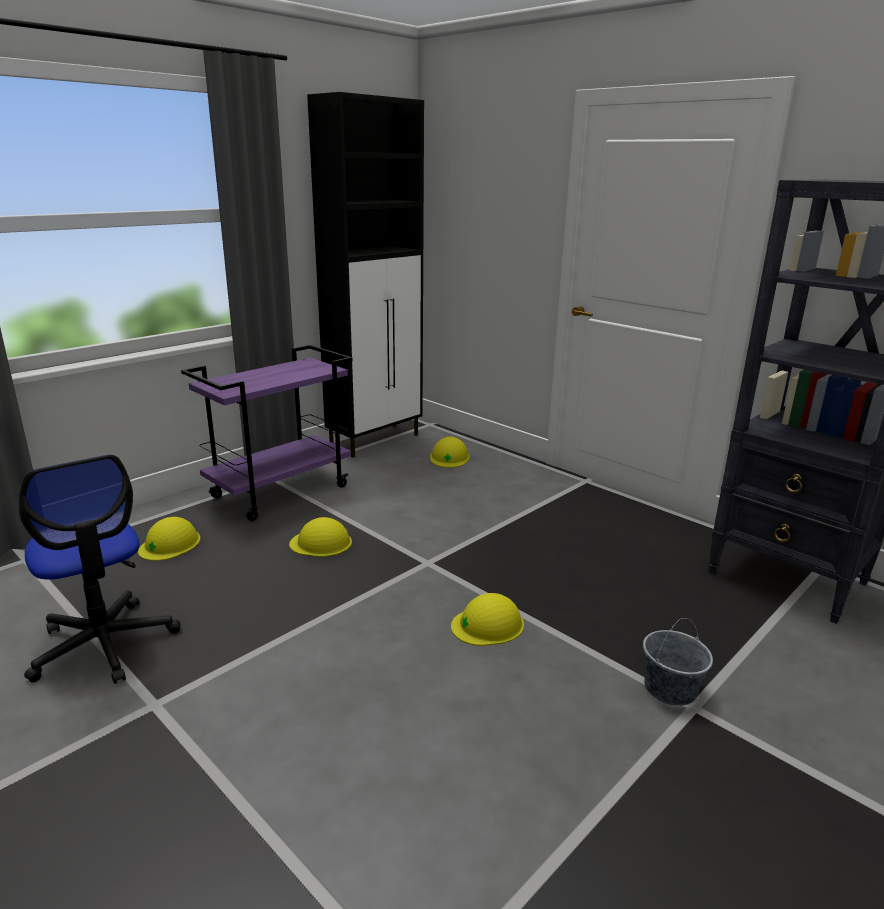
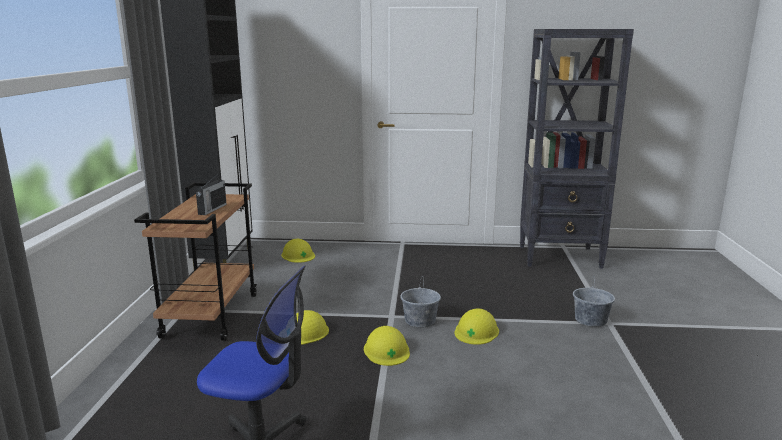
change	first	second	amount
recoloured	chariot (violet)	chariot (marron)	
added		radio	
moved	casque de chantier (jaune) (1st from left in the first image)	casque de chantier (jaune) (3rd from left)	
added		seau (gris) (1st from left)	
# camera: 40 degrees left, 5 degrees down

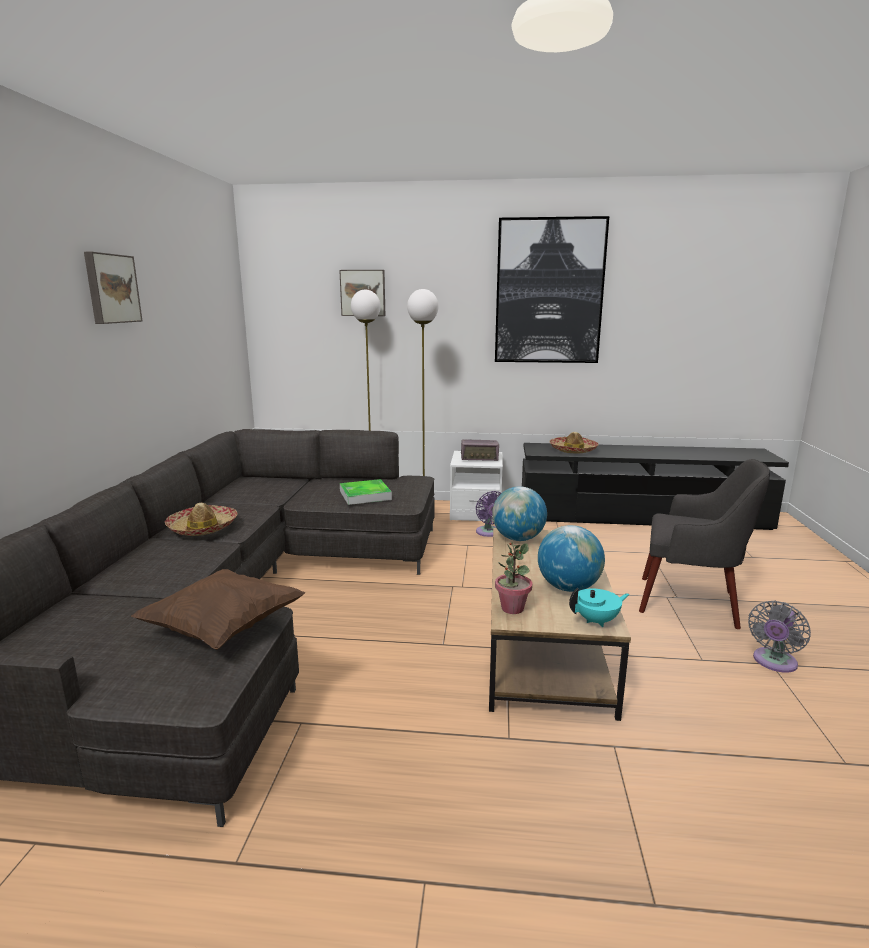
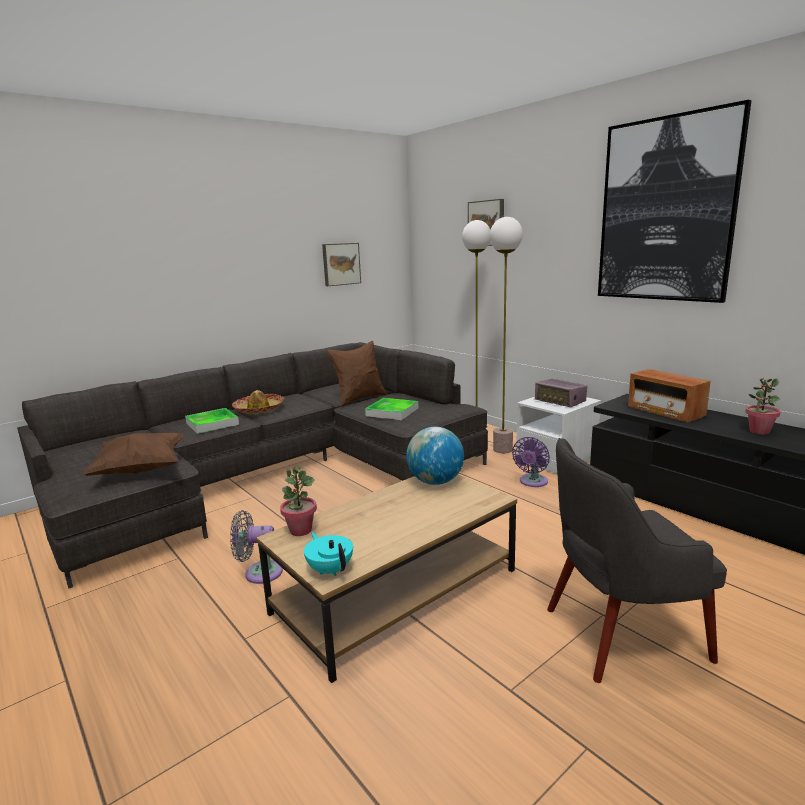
change	first	second	amount
added		plateau (1st from left)	
moved	ventilateur (gris)		
turned	théière (turquoise)		150 degrees counterclockwise
moved	tableau (1st from left)		
added		coussin (marron) (2nd from left)	
turned	fauteuil (gris)		105 degrees clockwise
replaced	chapeau (2nd from left)	radio (2nd from left)	
added		plante en pot (2nd from left)	
removed	globe (2nd from left)		
# camera: 45 degrees right, 0 degrees up

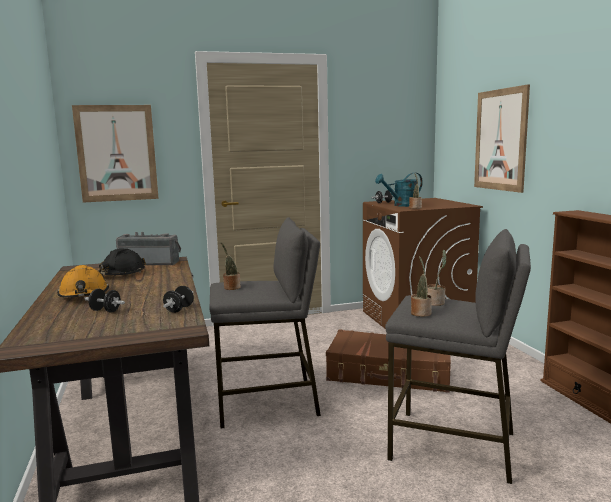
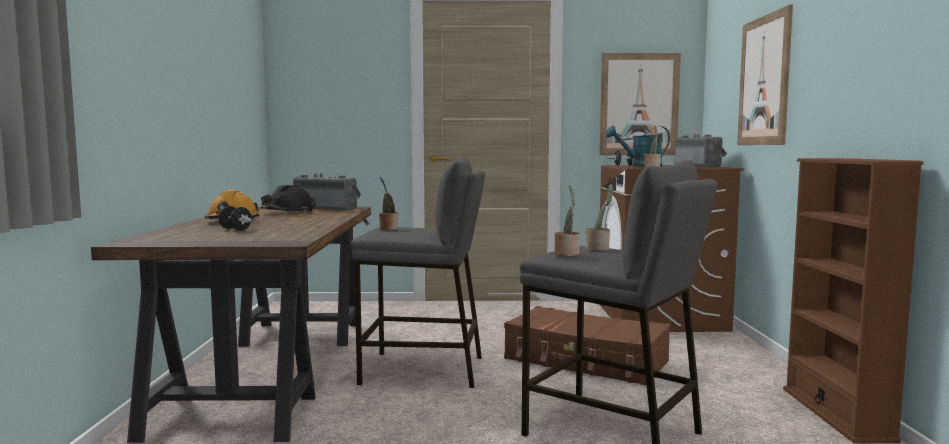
change	first	second	amount
moved	tableau (1st from left)		
added		radio (2nd from left)	
removed	haltère (noir) (2nd from left)		
# camera: 15 degrees right, 5 degrees down

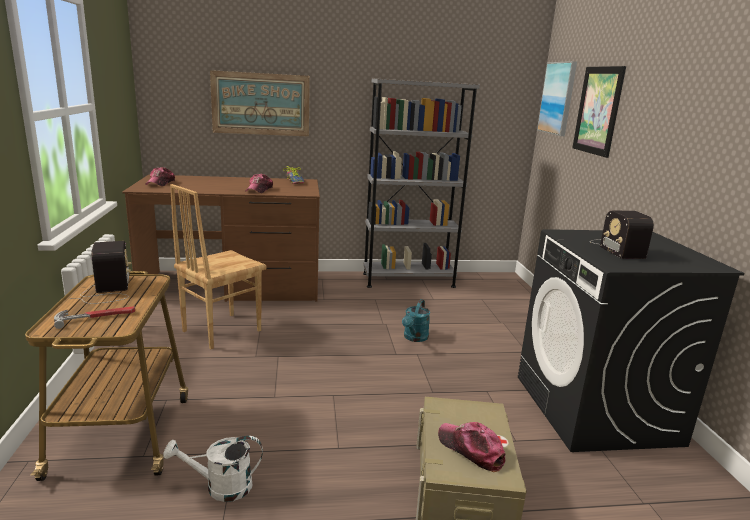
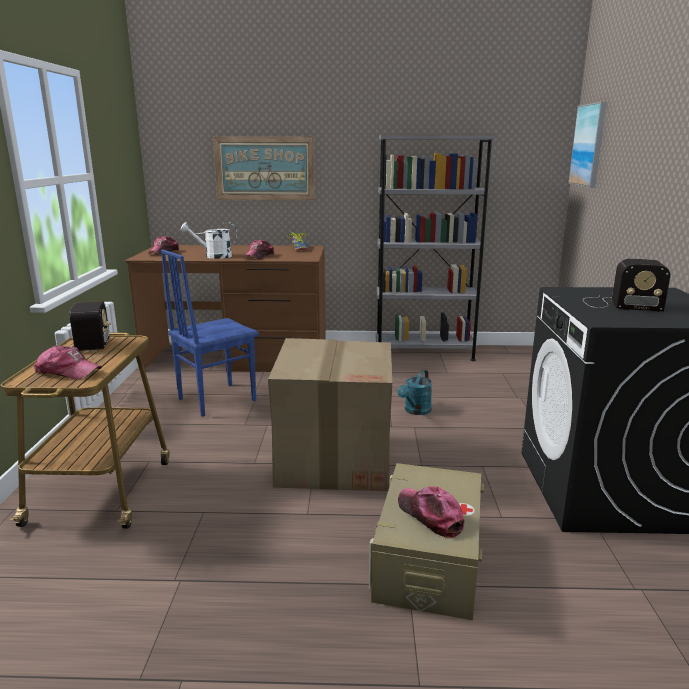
change	first	second	amount
replaced	marteau	casquette (1st from left)	
recoloured	chaise (marron)	chaise (bleu)	
moved	arrosoir (blanc)		
added		carton	
turned	radio (2nd from left)		75 degrees counterclockwise
removed	tableau (3rd from left)		
# camera: 10 degrees right, 0 degrees up

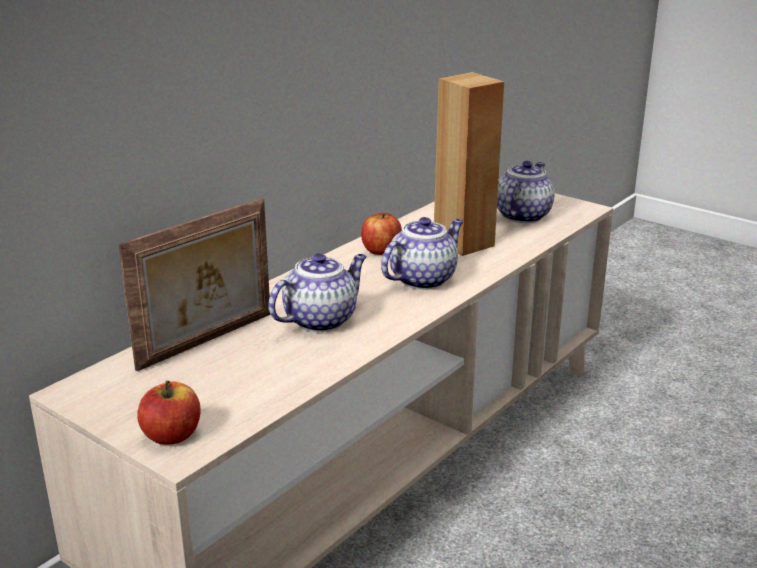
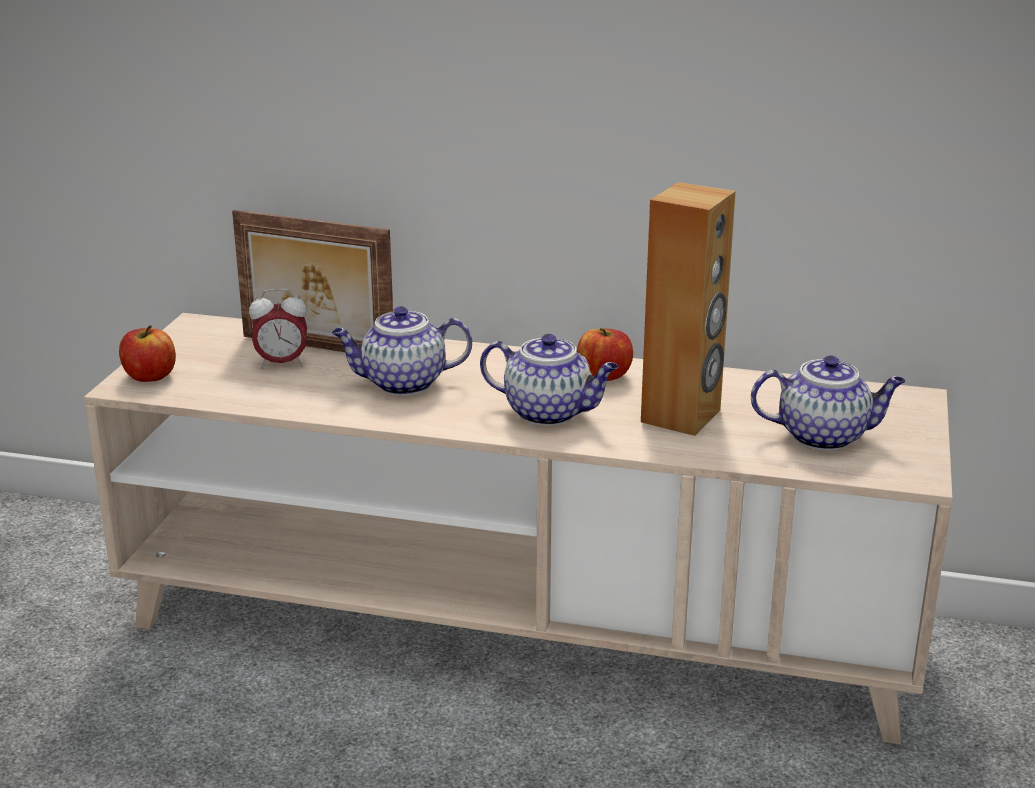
change	first	second	amount
added		réveil	
turned	théière (1st from left)		150 degrees clockwise
# camera: 65 degrees right, 0 degrees up

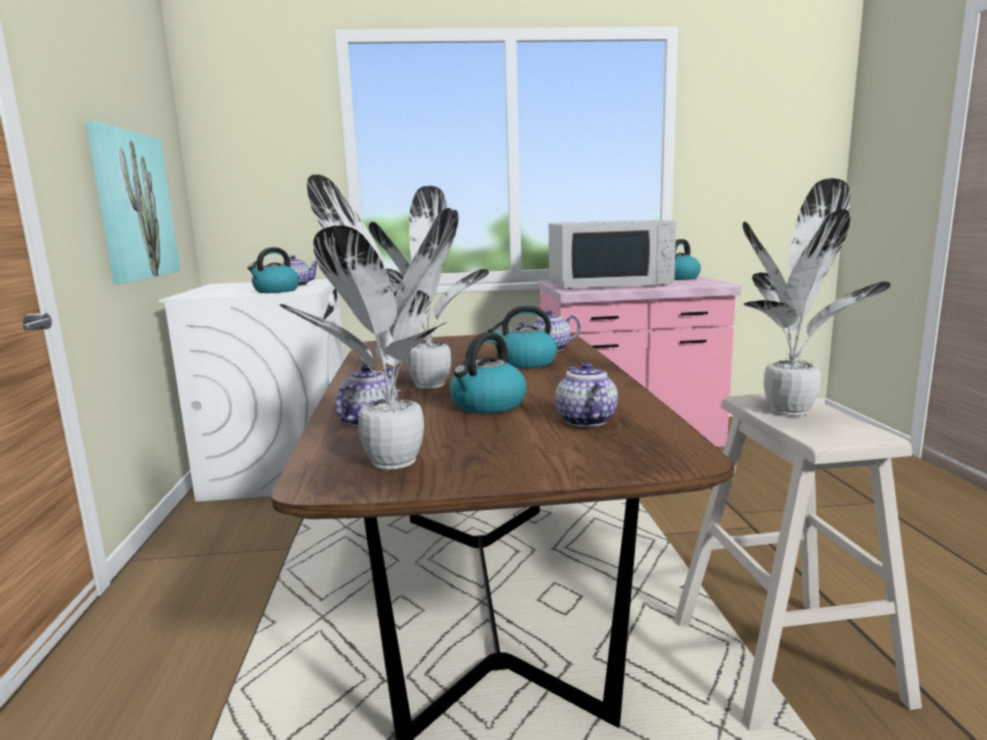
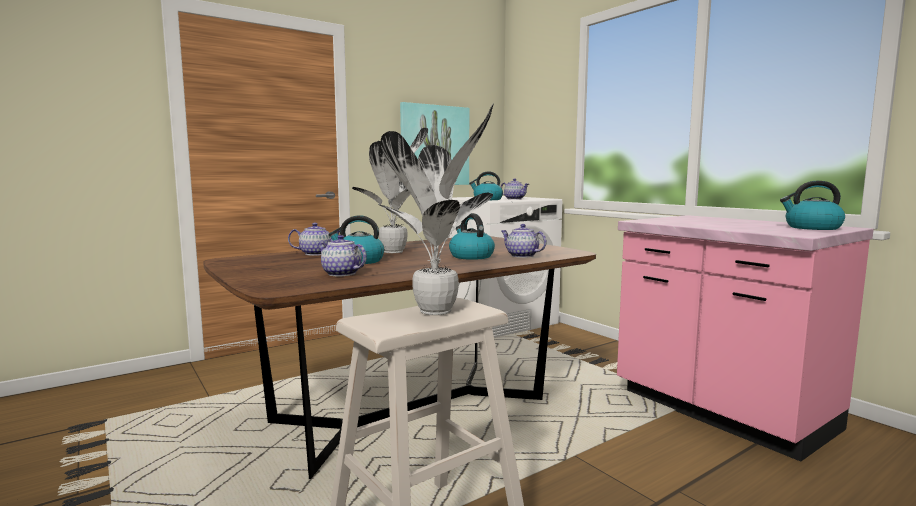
change	first	second	amount
turned	théière (4th from left in the first image)	théière (2nd from left)	105 degrees counterclockwise
removed	plante en pot (1st from left)		
removed	micro-ondes (blanc)		
# camera: 60 degrees right, 5 degrees down

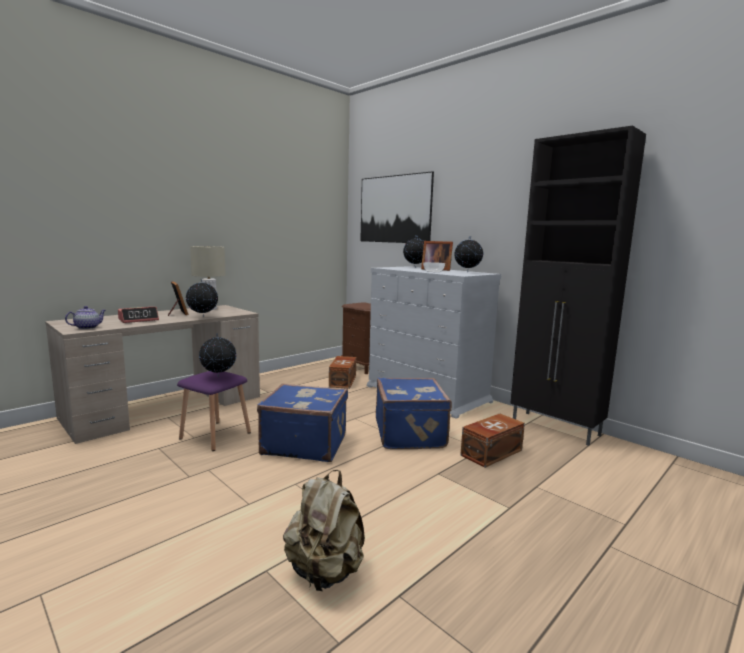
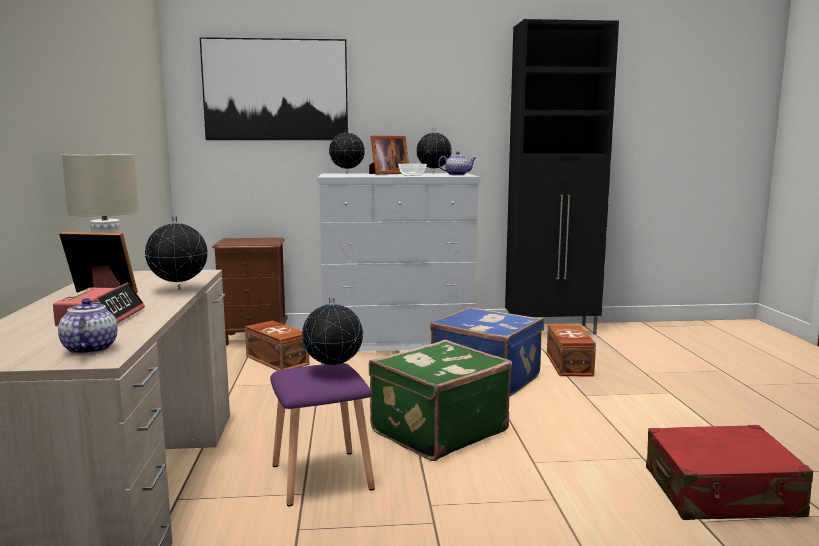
change	first	second	amount
recoloured	valise (bleu) (1st from left)	valise (vert)	
added		théière (2nd from left)	
replaced	sac à dos (beige)	valise (rouge)	
# camera: 50 degrees left, 0 degrees up

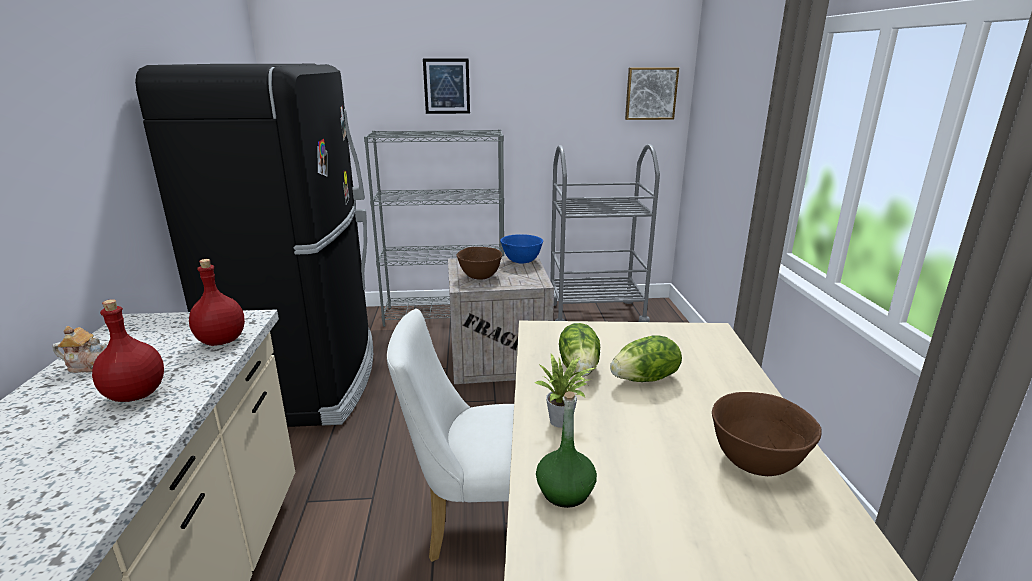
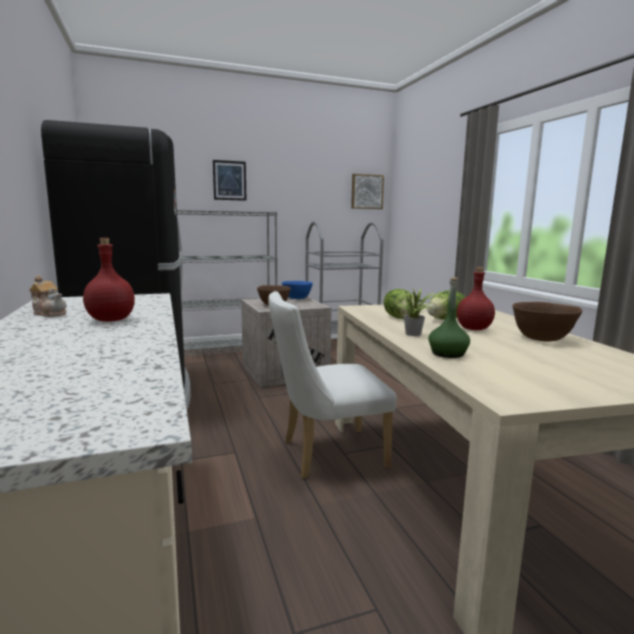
change	first	second	amount
turned	théière		45 degrees clockwise
moved	bouteille (rouge) (2nd from left)		
# camera: 15 degrees left, 10 degrees down

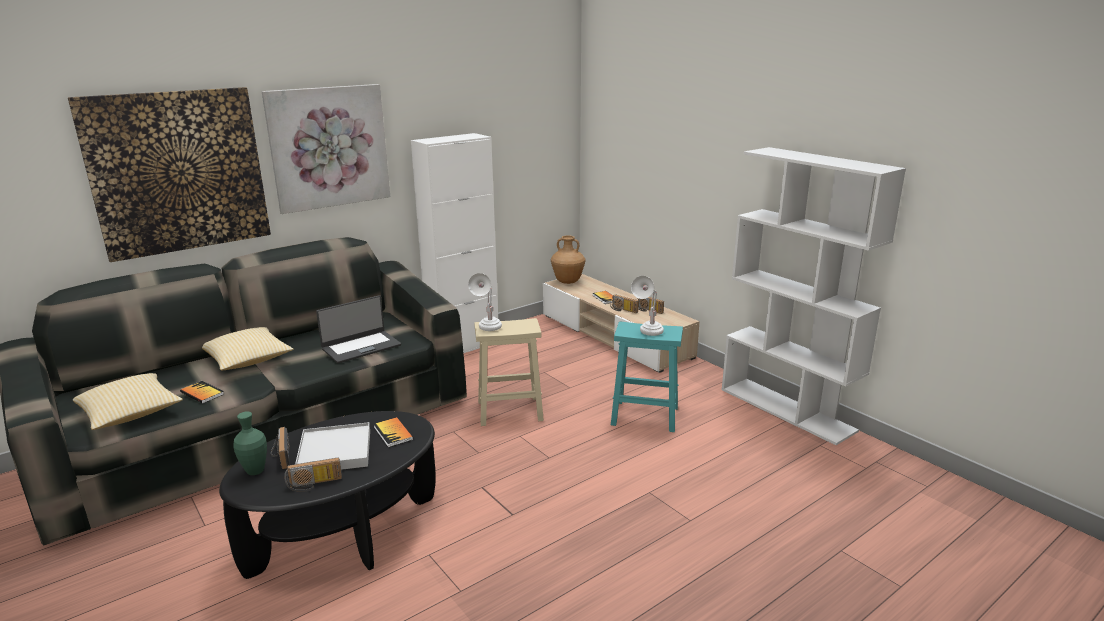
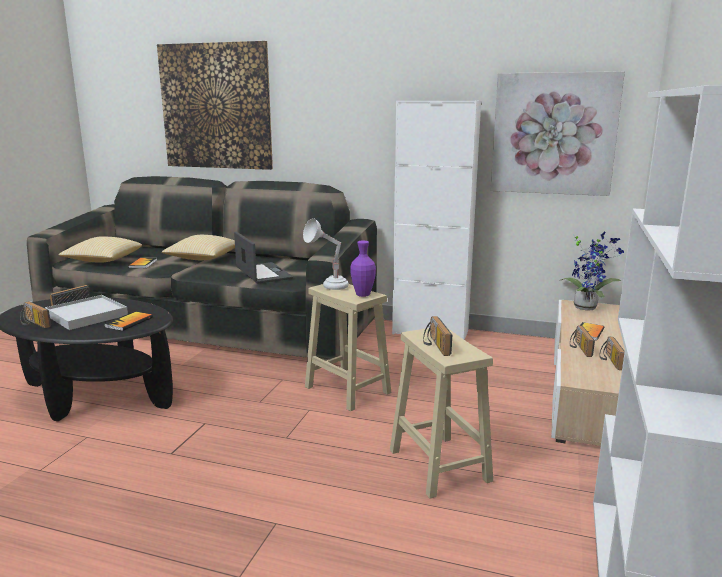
change	first	second	amount
turned	ordinateur portable		135 degrees counterclockwise
added		vase (violet)	
recoloured	tabouret (turquoise)	tabouret (beige) (2nd from left)	
replaced	lampe de table (blanc) (2nd from left)	radio (3rd from left)	
moved	tableau (2nd from left)		
replaced	vase (marron)	plante en pot	
removed	vase (vert)		
# camera: 55 degrees right, 5 degrees down

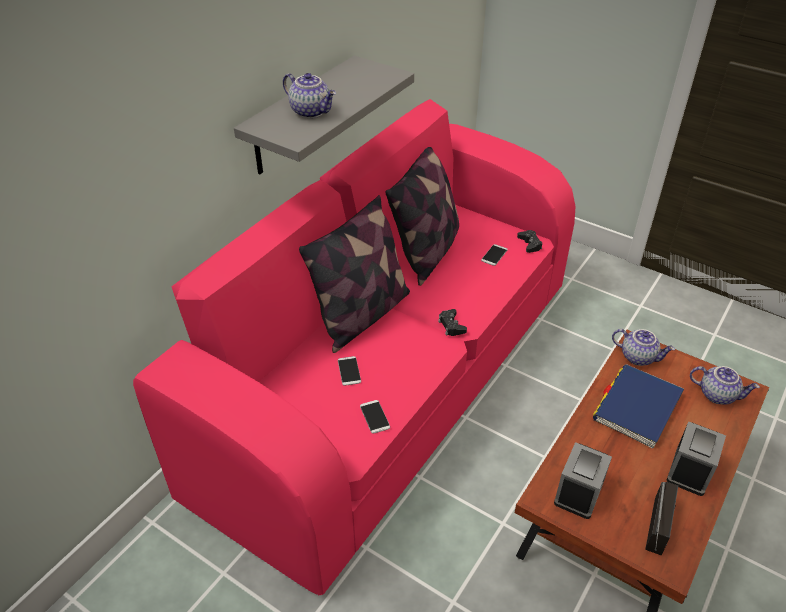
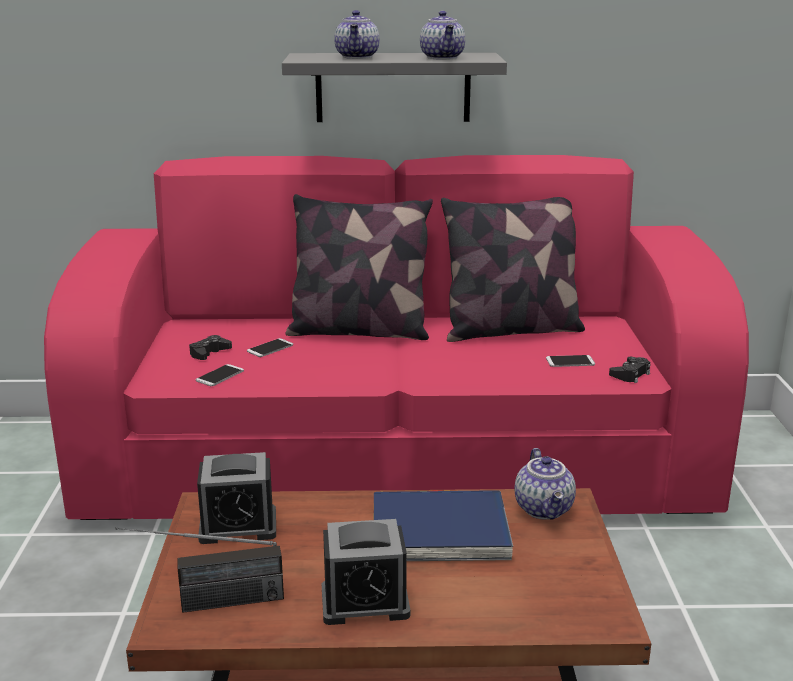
change	first	second	amount
moved	manette (noir) (1st from left)		
moved	théière (3rd from left in the first image)	théière (2nd from left)	
# camera: 55 degrees right, 20 degrees down

